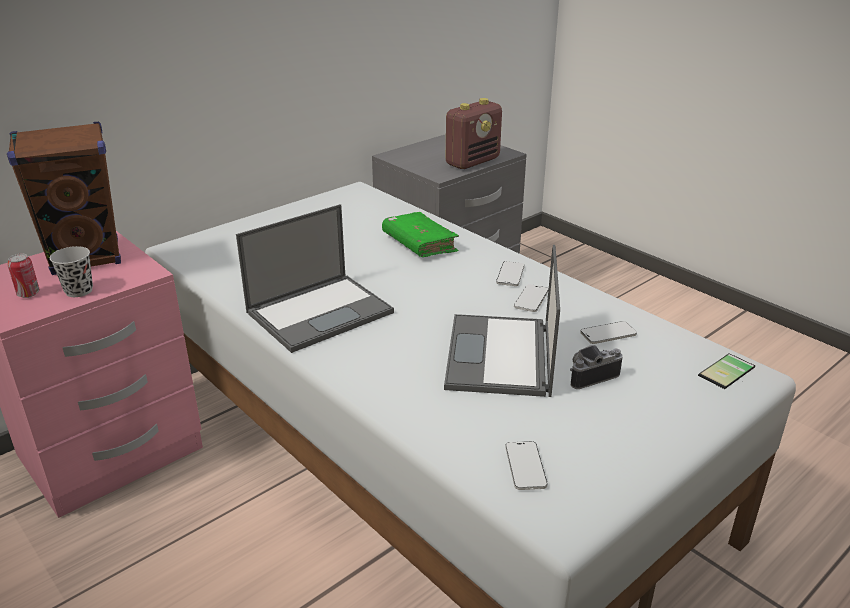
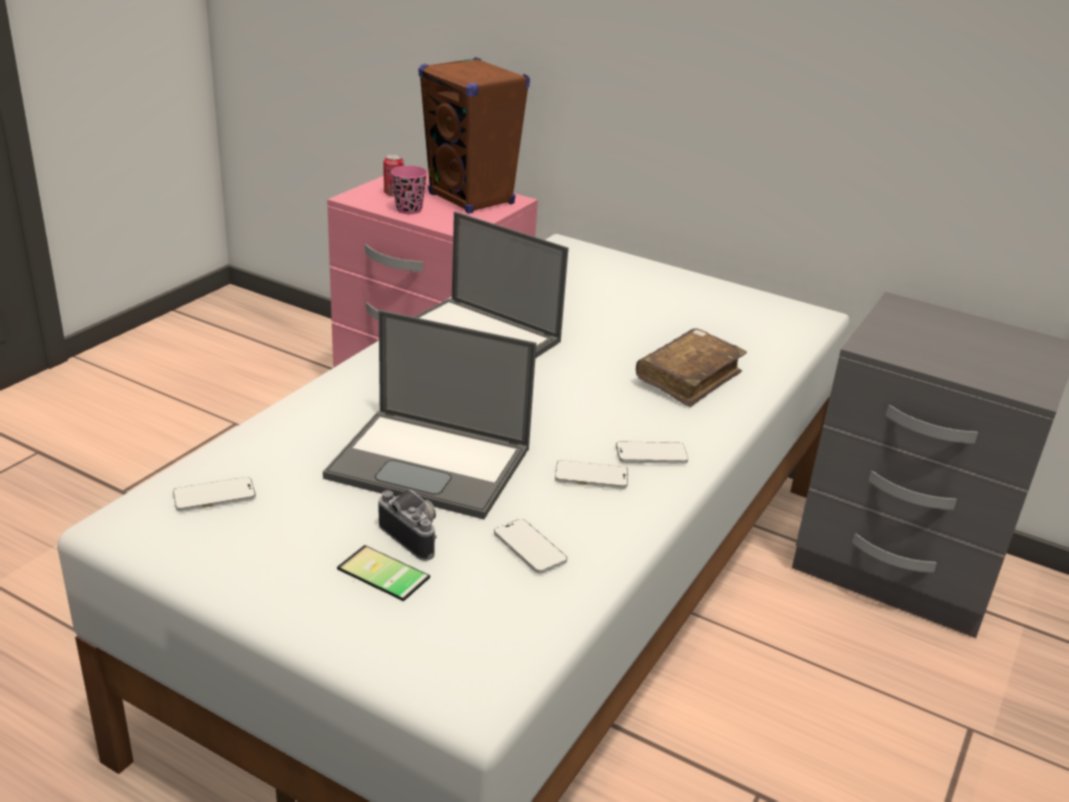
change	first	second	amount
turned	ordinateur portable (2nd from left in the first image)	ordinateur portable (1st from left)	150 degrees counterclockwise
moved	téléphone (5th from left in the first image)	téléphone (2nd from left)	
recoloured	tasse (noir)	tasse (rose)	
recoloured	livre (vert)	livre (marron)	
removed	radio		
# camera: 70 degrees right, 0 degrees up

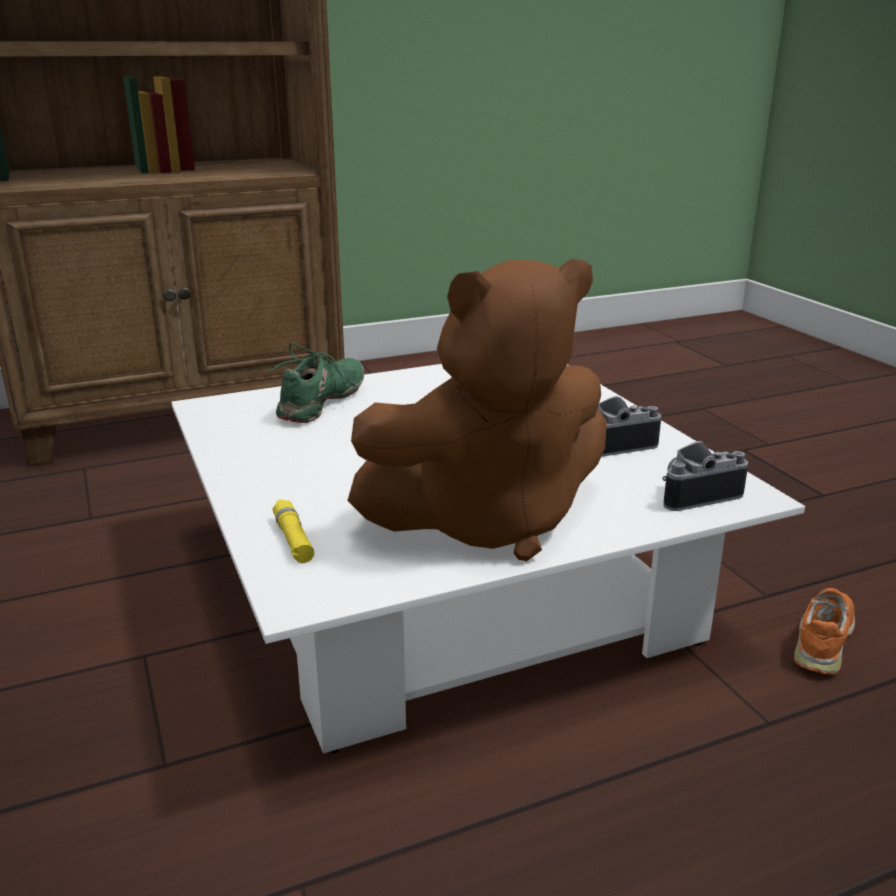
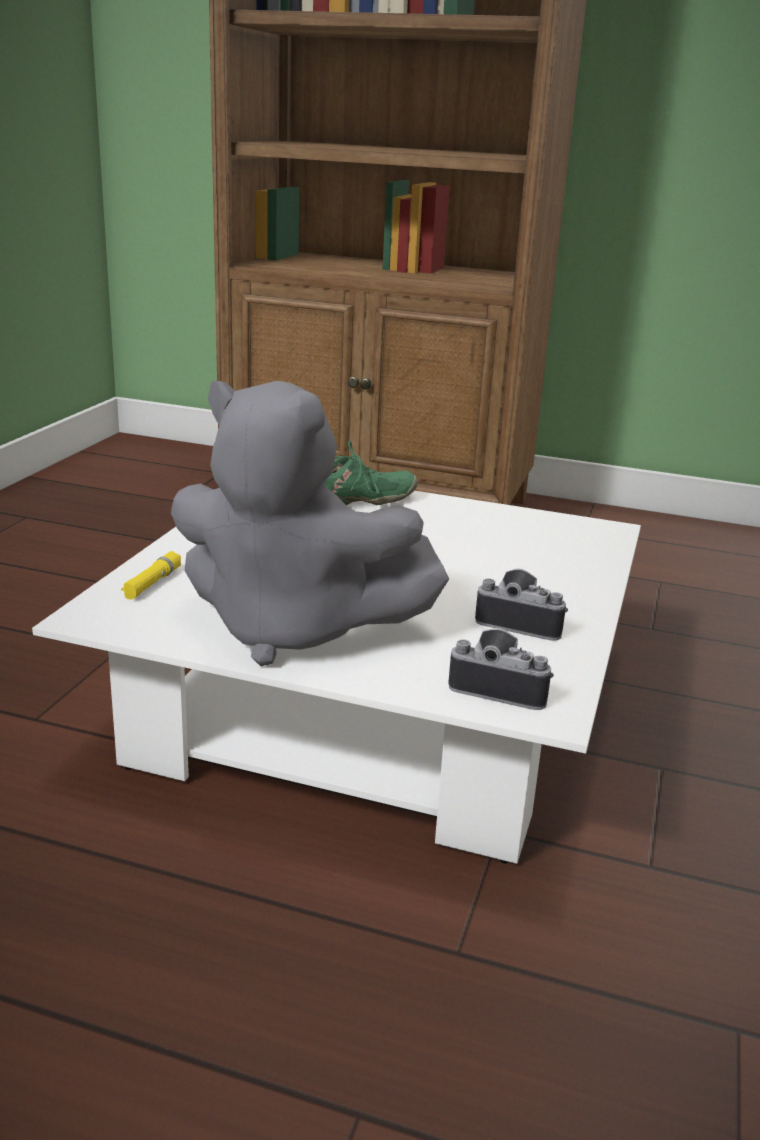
change	first	second	amount
recoloured	peluche (marron)	peluche (gris)	
removed	chaussure (orange)		
# camera: 40 degrees right, 0 degrees up

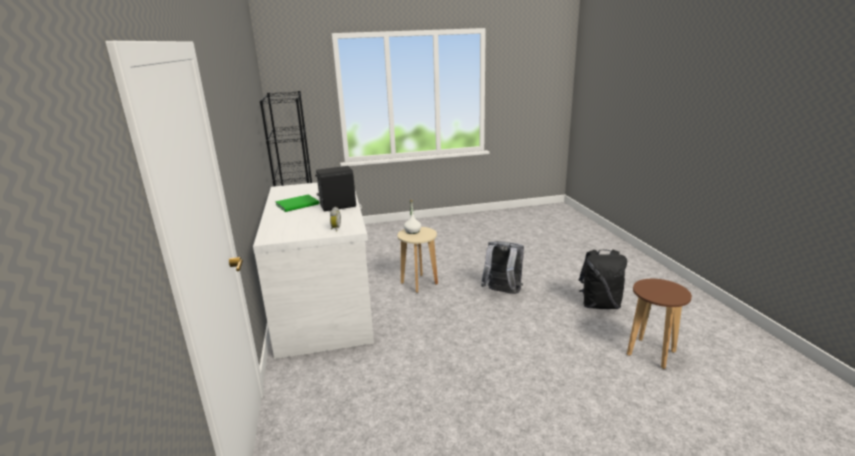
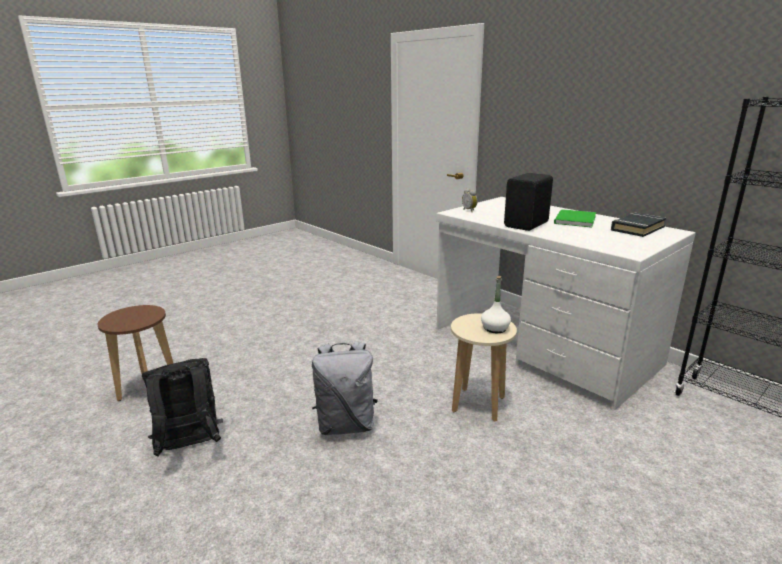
change	first	second	amount
added		livre (noir)	
# camera: 150 degrees right, 0 degrees up

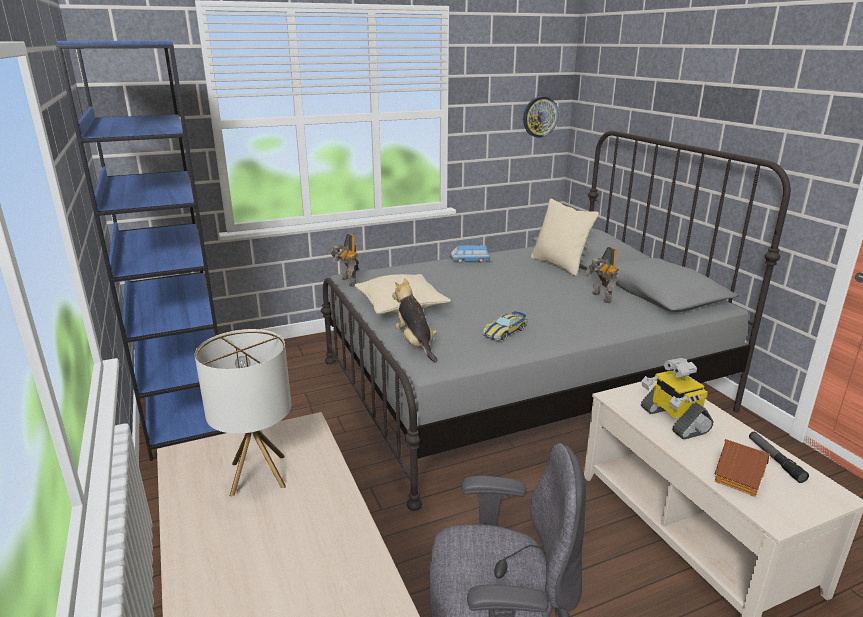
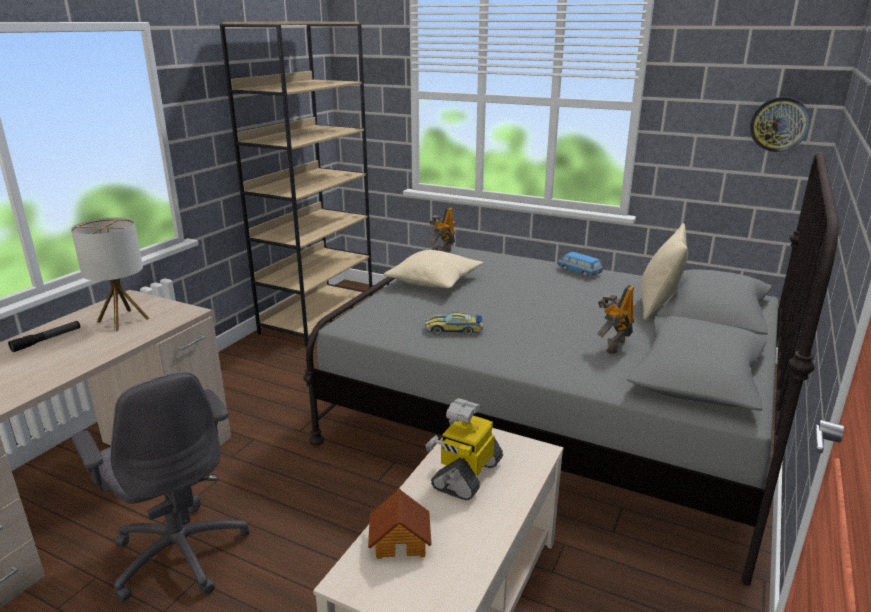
change	first	second	amount
moved	lampe de poche		
recoloured	bibliothèque (bleu)	bibliothèque (beige)	
removed	peluche		
# camera: 50 degrees right, 0 degrees up

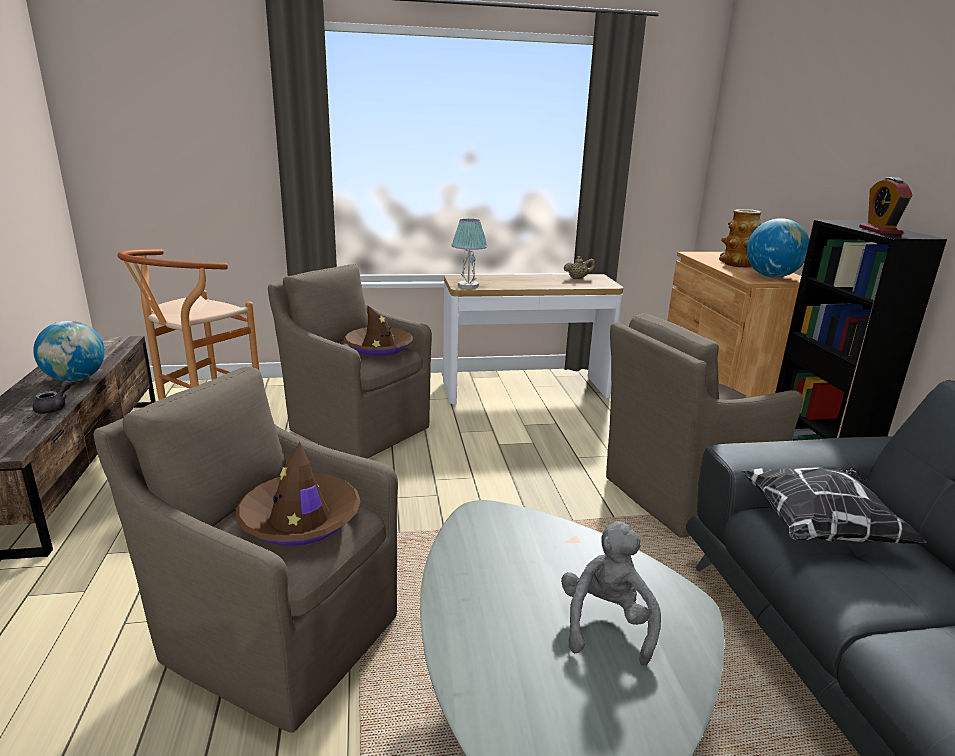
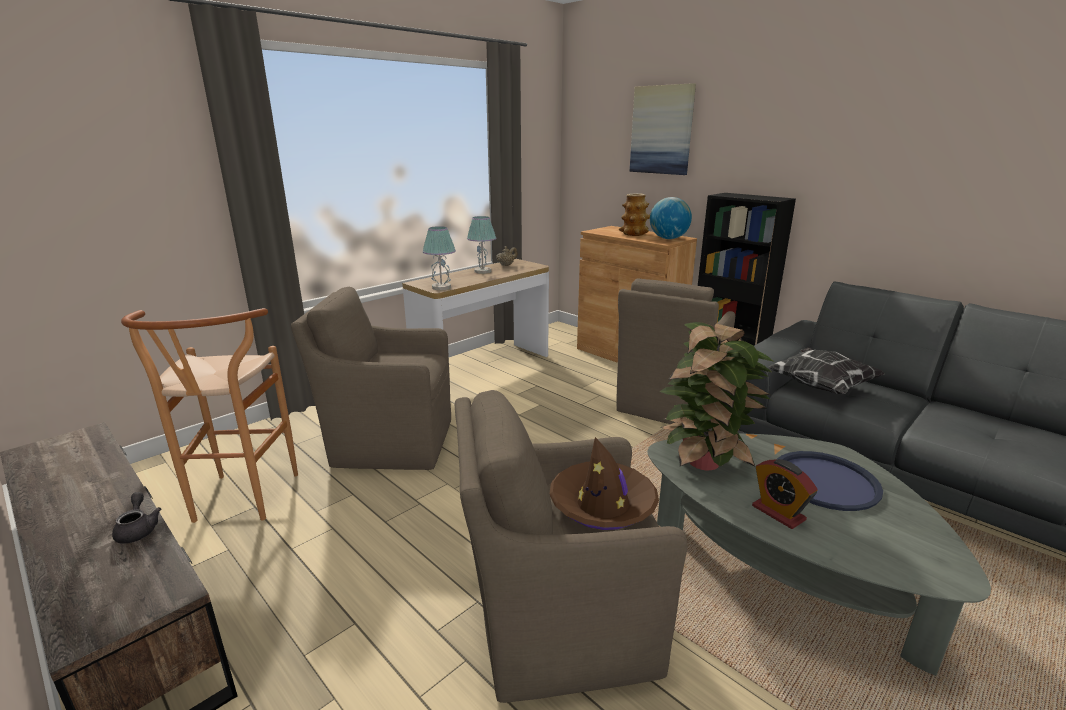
change	first	second	amount
added		lampe de table (2nd from left)	
added		tableau	
added		plante en pot	
moved	réveil		
replaced	peluche (gris)	plateau (bleu)	
removed	globe (1st from left)		
removed	chapeau (marron) (2nd from left)		
# camera: 35 degrees left, 0 degrees up

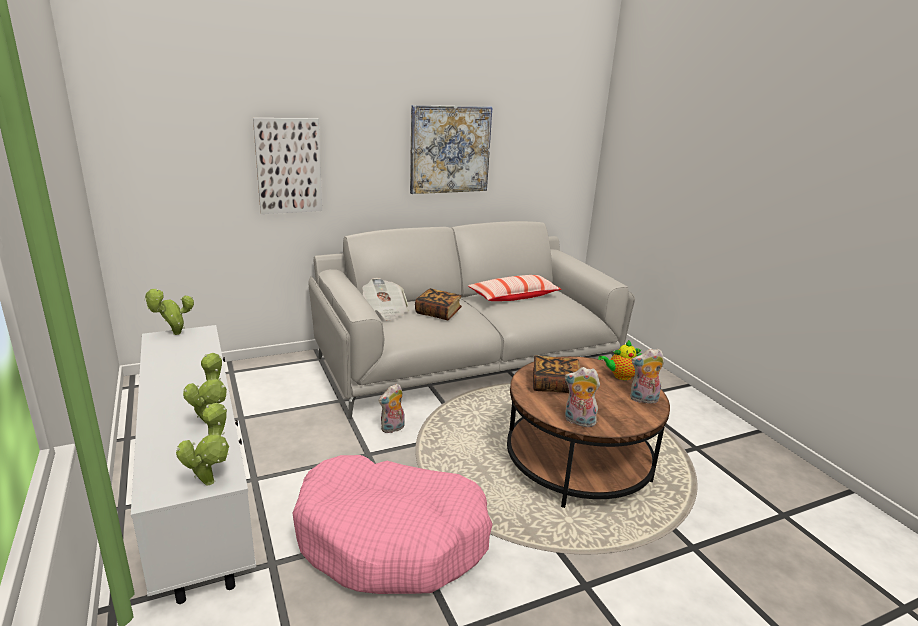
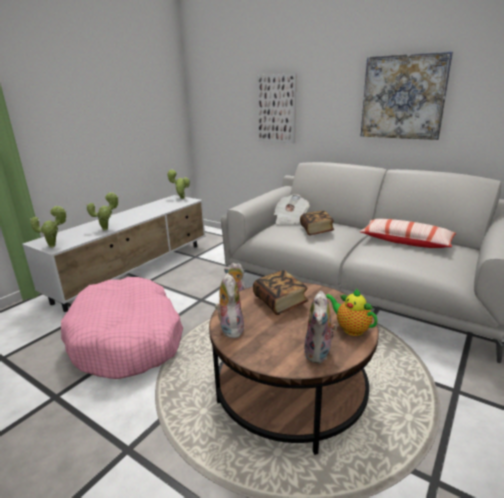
change	first	second	amount
turned	peluche (3rd from left)		135 degrees counterclockwise
# camera: 60 degrees right, 0 degrees up

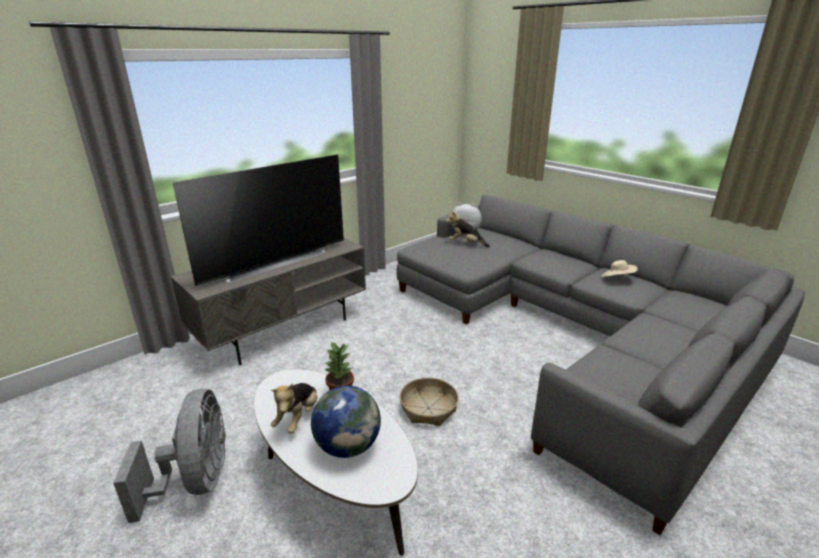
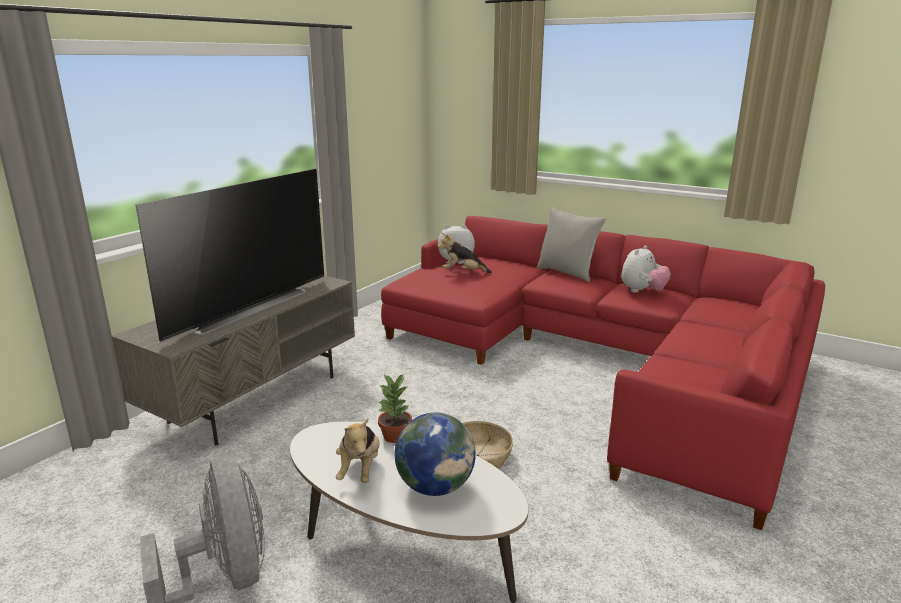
change	first	second	amount
recoloured	canapé (gris)	canapé (rouge)	
added		coussin (gris)	
replaced	chapeau (beige)	peluche (4th from left)	
# camera: 15 degrees left, 5 degrees down

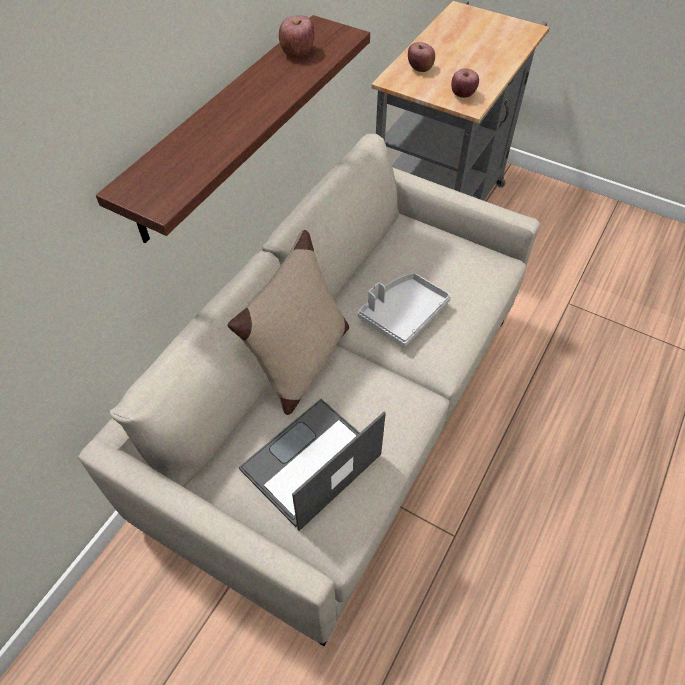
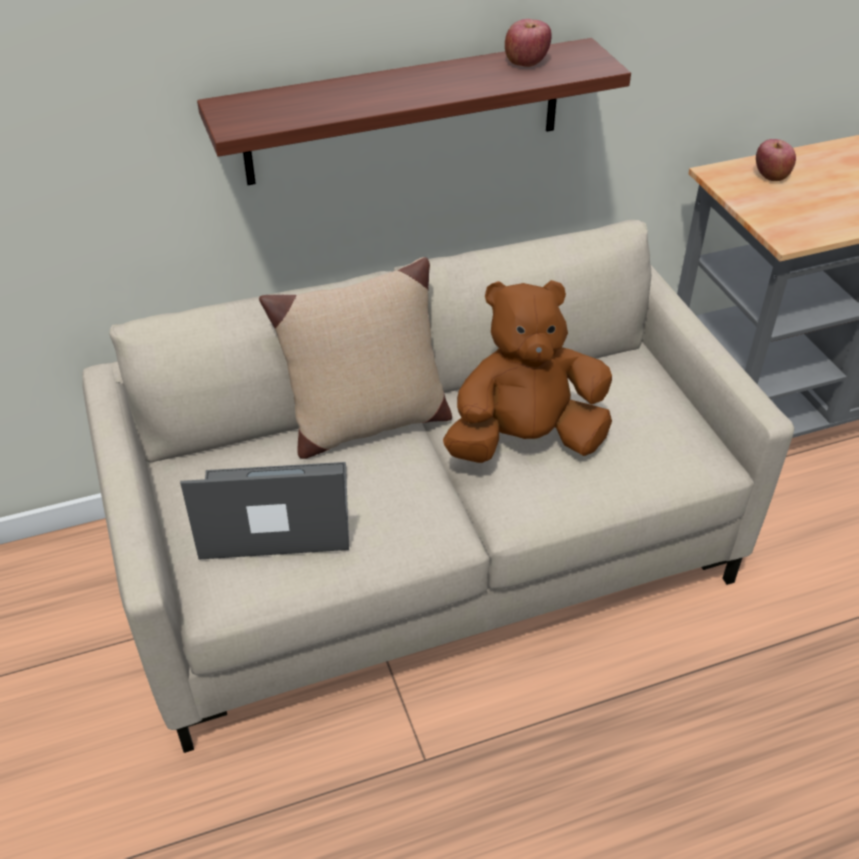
change	first	second	amount
replaced	plateau (gris)	peluche (marron)	
removed	pomme (3rd from left)		
# camera: 40 degrees right, 10 degrees down

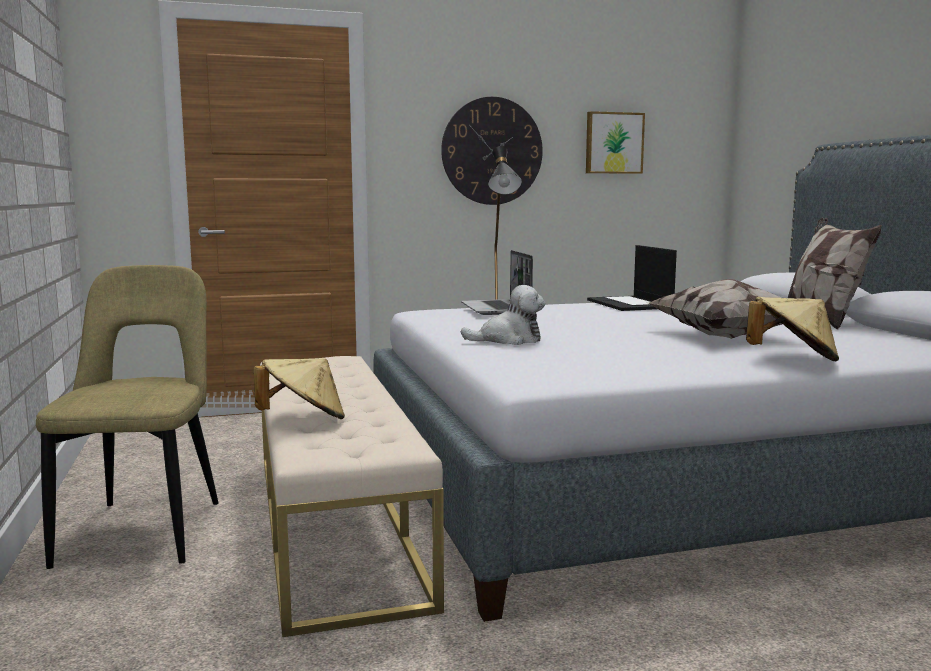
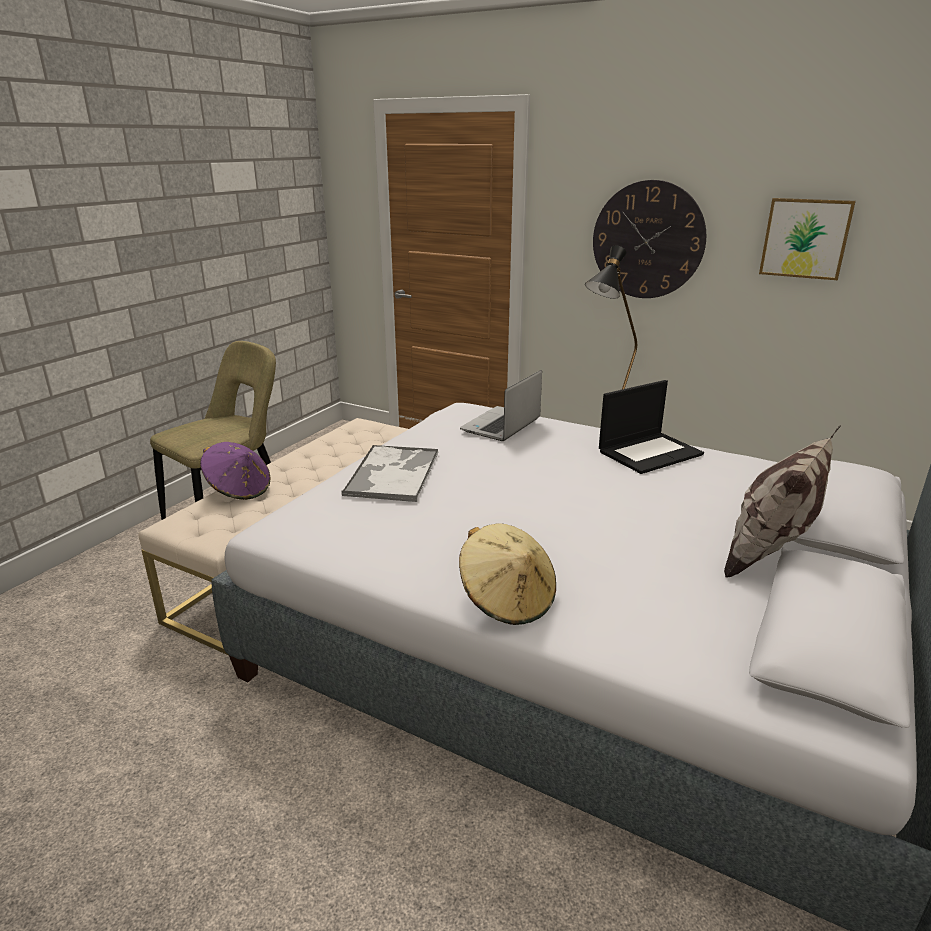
change	first	second	amount
recoloured	chapeau (beige) (1st from left)	chapeau (violet)	
replaced	peluche	plateau	
turned	ordinateur portable (2nd from left)		150 degrees counterclockwise
removed	coussin (1st from left)		
# camera: 45 degrees right, 15 degrees up

